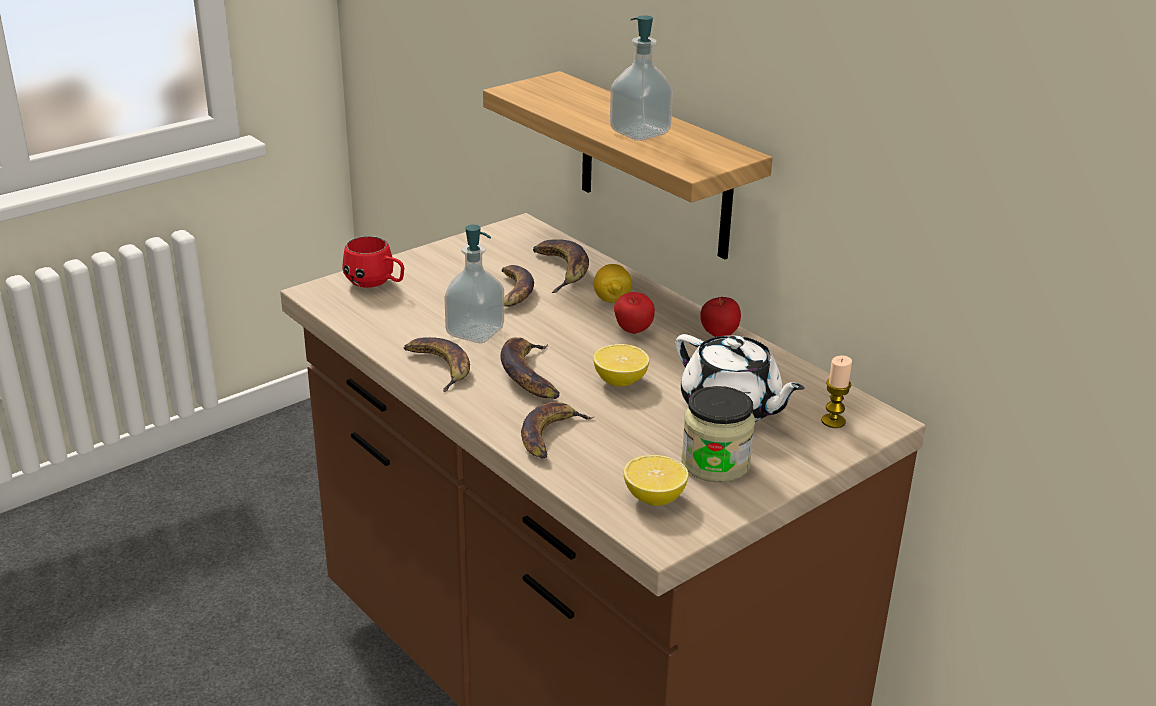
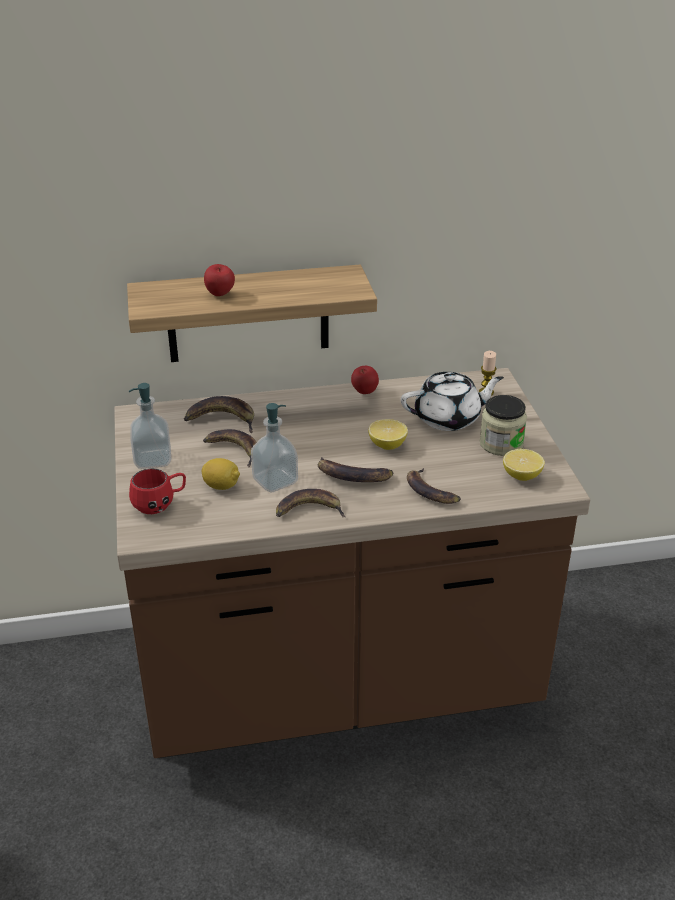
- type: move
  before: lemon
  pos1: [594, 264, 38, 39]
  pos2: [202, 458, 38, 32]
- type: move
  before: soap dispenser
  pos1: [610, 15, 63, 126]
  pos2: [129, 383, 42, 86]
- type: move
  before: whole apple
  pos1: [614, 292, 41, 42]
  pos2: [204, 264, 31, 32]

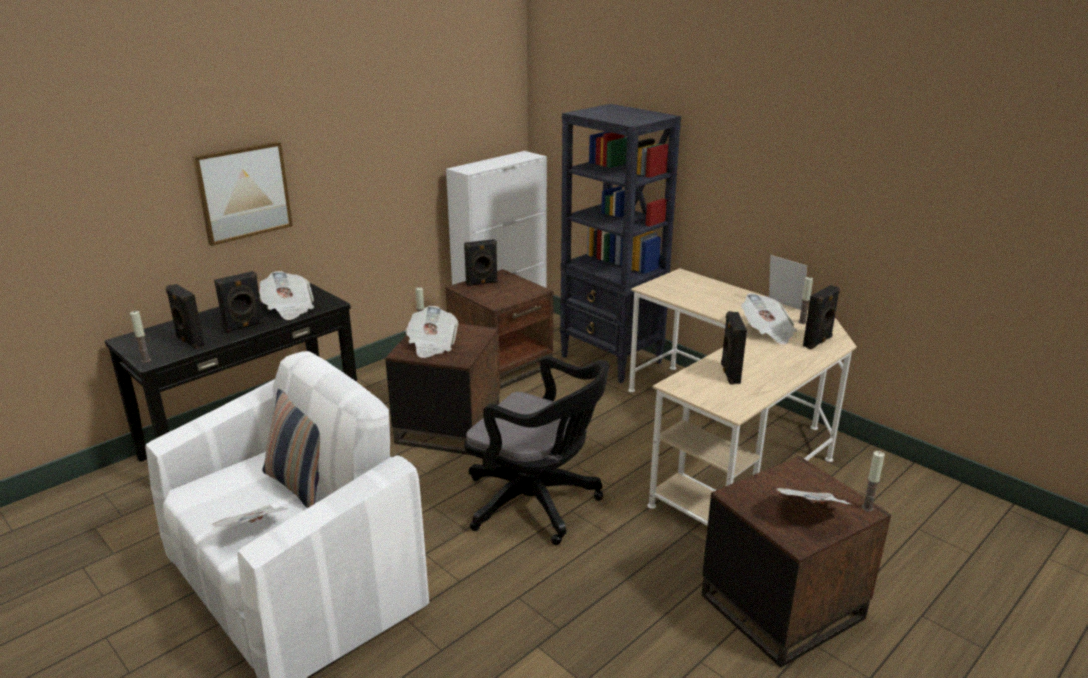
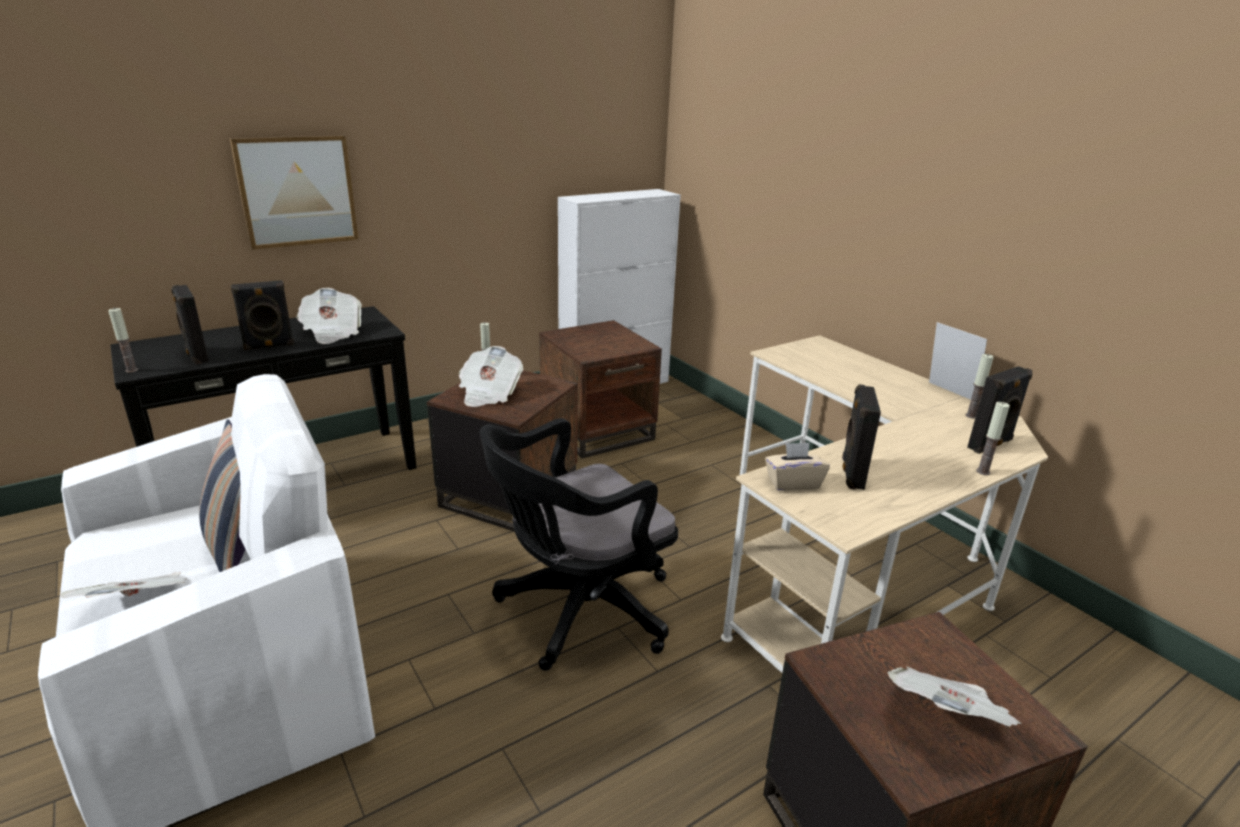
- type: delete
  before: black audio speaker
  pos1: [464, 239, 34, 47]
- type: delete
  before: black bookcase
  pos1: [560, 104, 121, 279]
- type: delete
  before: newspaper
  pos1: [742, 293, 55, 52]
- type: insert
  after: beige-coloured tissue holder
  pos2: [765, 443, 65, 48]
- type: move
  before: candle
  pos1: [862, 451, 23, 60]
  pos2: [976, 402, 34, 73]
- type: rotate
  before: black office chair
  pos1: [464, 356, 145, 189]
  pos2: [480, 418, 198, 253]
  turn: 105

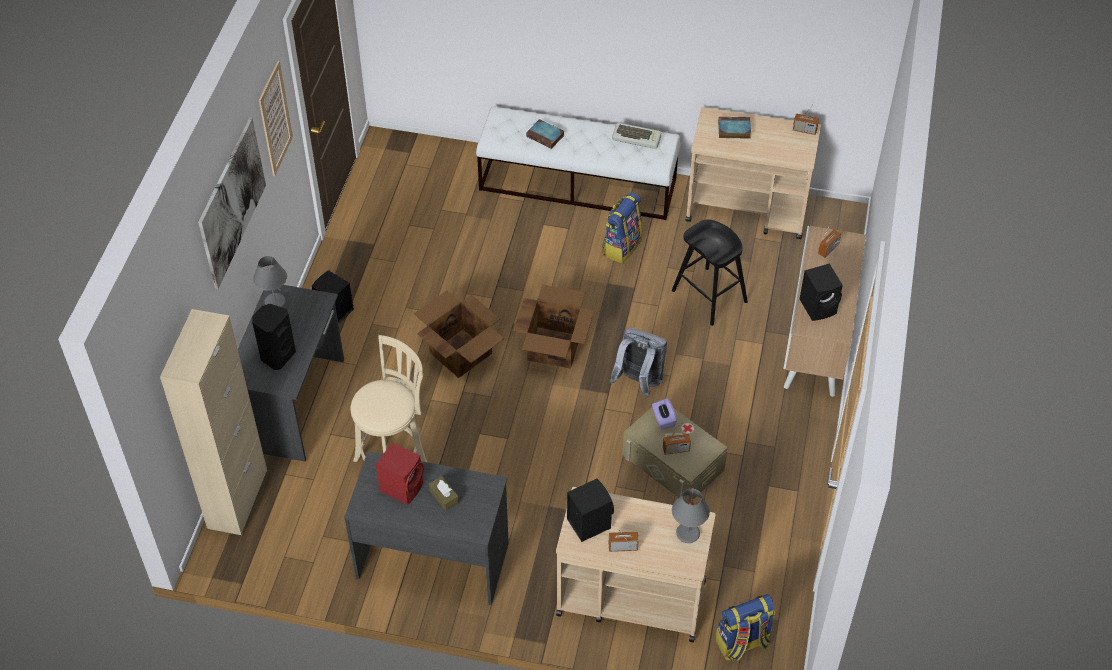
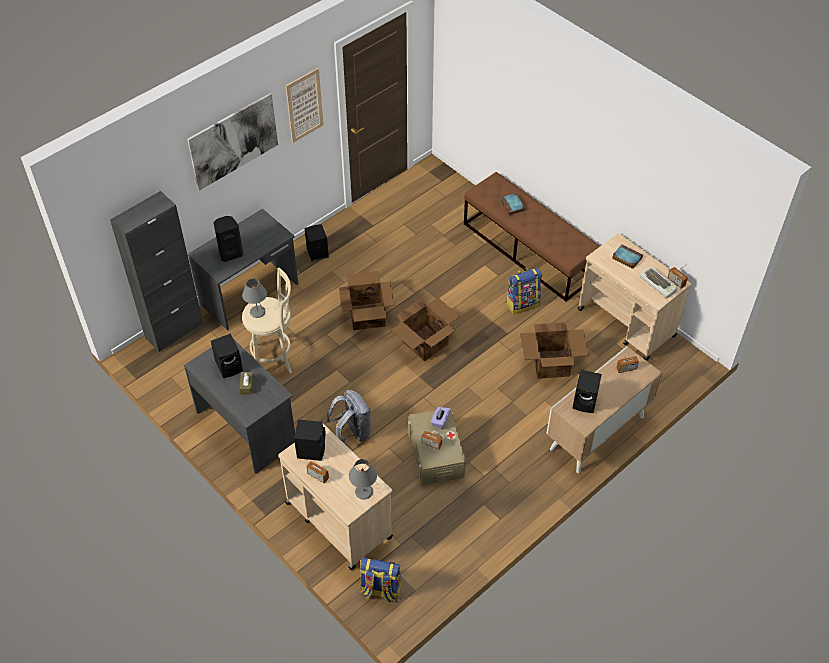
- type: move
  before: gray lamp for a table
  pos1: [253, 256, 34, 51]
  pos2: [242, 278, 25, 40]
- type: move
  before: gray rucksack
  pos1: [610, 328, 57, 69]
  pos2: [326, 390, 45, 53]
- type: move
  before: PC keyboard
  pos1: [612, 123, 49, 26]
  pos2: [640, 266, 37, 32]
- type: replace
  before: black stool
  after: packing box
  pos1: [672, 219, 76, 107]
  pos2: [520, 322, 69, 57]
- type: recolor
  before: beige-coloured cupboard
  after: black cupboard
  pos1: [160, 309, 107, 226]
  pos2: [110, 191, 93, 161]
- type: recolor
  before: red-coloured audio speaker
  after: black audio speaker
  pos1: [376, 443, 48, 62]
  pos2: [211, 333, 32, 45]
- type: recolor
  before: white-coloured bench
  after: brown bench
  pos1: [476, 106, 204, 114]
  pos2: [464, 172, 136, 130]

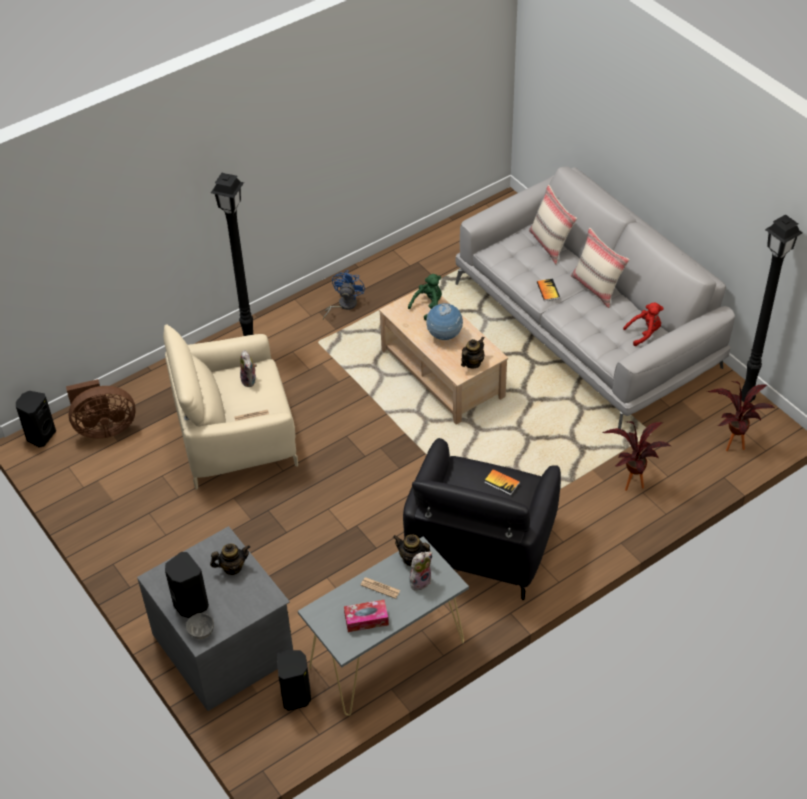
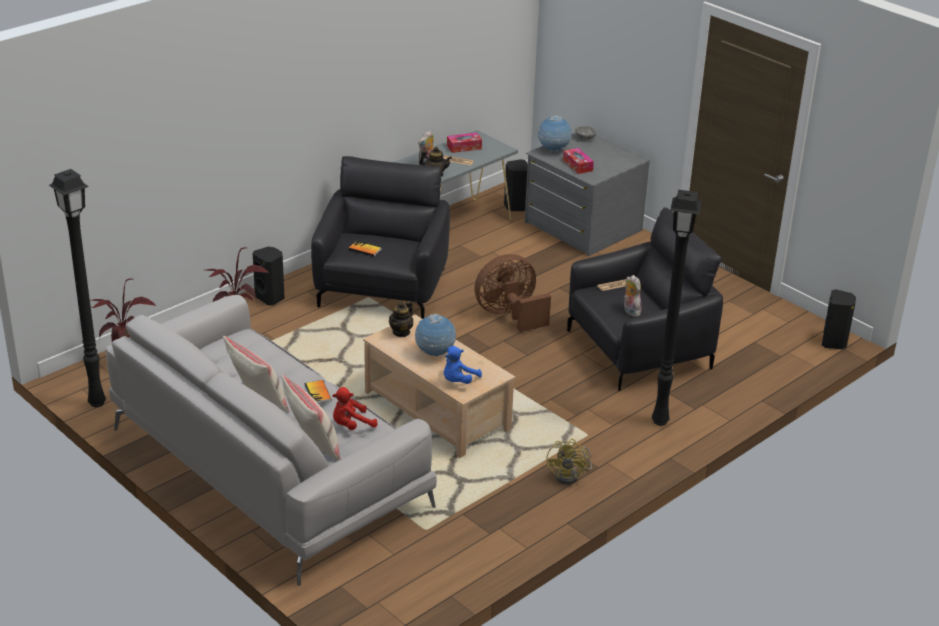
- type: insert
  after: desk globe
  pos2: [538, 115, 34, 37]
- type: move
  before: brown electric fan
  pos1: [66, 379, 70, 60]
  pos2: [474, 254, 77, 78]
- type: move
  before: black audio speaker
  pos1: [165, 552, 44, 66]
  pos2: [253, 247, 32, 58]
- type: move
  before: red-coloured plush toy
  pos1: [623, 303, 40, 43]
  pos2: [332, 387, 45, 43]
- type: replace
  before: pot for tea
  after: tissue holder
  pos1: [210, 544, 40, 31]
  pos2: [563, 148, 31, 26]
- type: recolor
  before: beige-coloured armchair
  after: black armchair
  pos1: [163, 324, 135, 166]
  pos2: [567, 207, 156, 184]
- type: recolor
  before: bluish electric fan
  after: yellow-coloured electric fan
  pos1: [323, 270, 42, 50]
  pos2: [547, 439, 45, 46]
- type: recolor
  before: greenish plush toy
  after: bluish plush toy
  pos1: [408, 274, 34, 47]
  pos2: [444, 346, 38, 38]

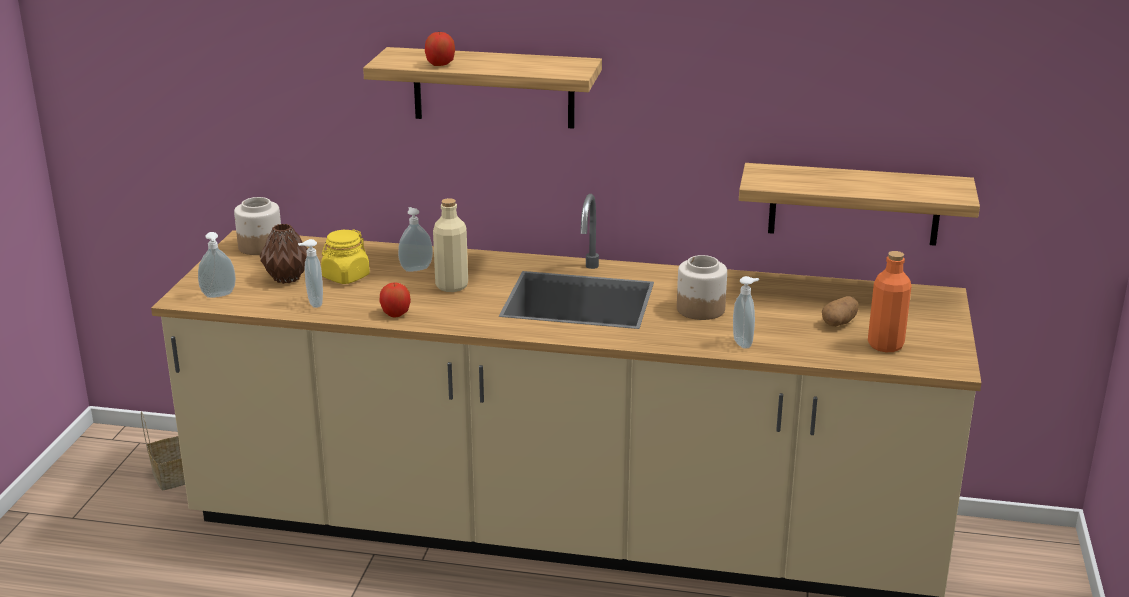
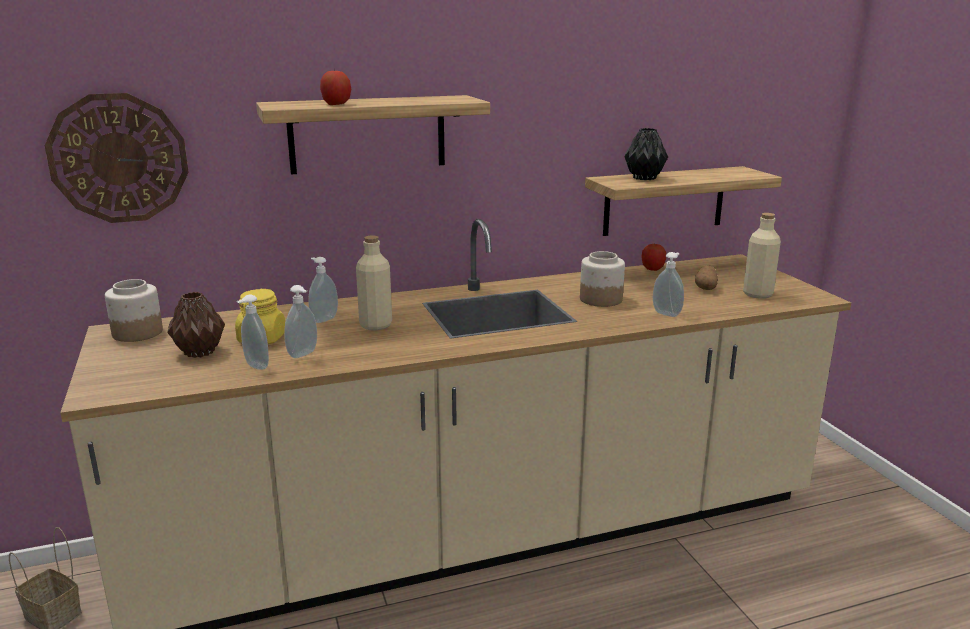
- type: insert
  after: clock on the wall
  pos2: [45, 93, 144, 130]
- type: insert
  after: black vase
  pos2: [624, 128, 44, 52]
- type: move
  before: soap dispenser
  pos1: [198, 232, 38, 66]
  pos2: [284, 285, 33, 73]
- type: move
  before: whole apple
  pos1: [379, 282, 32, 35]
  pos2: [641, 244, 25, 27]
- type: recolor
  before: orangey drink bottle
  after: beige-coloured drink bottle
  pos1: [868, 251, 44, 101]
  pos2: [743, 213, 38, 86]

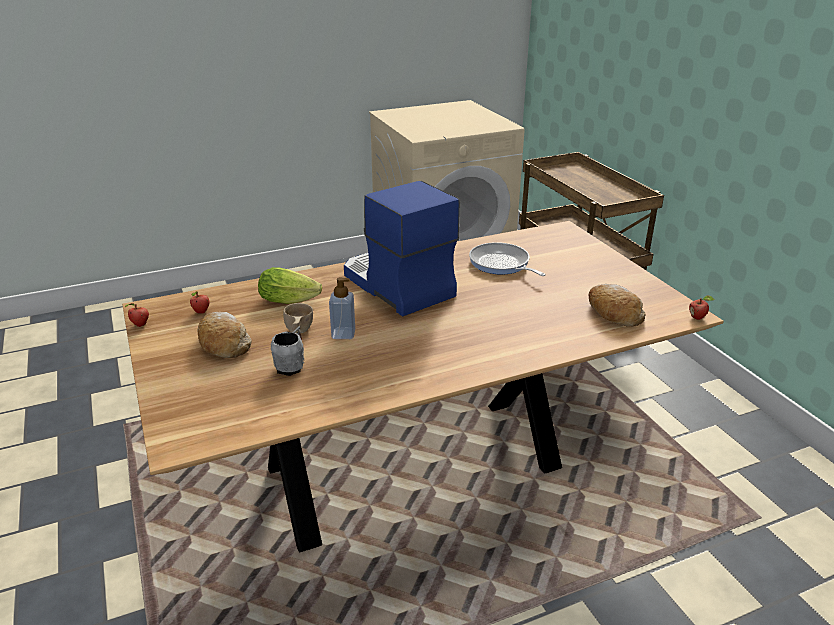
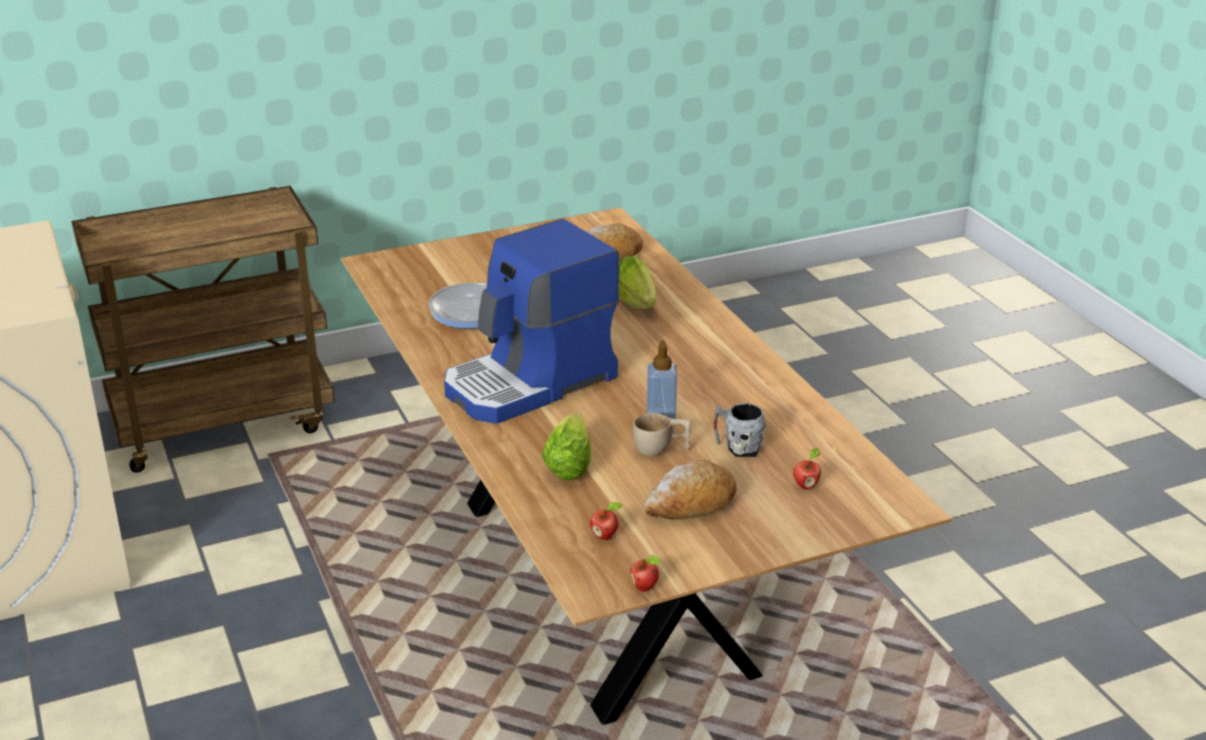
- type: insert
  after: lettuce
  pos2: [619, 256, 37, 53]
- type: move
  before: whole apple
  pos1: [689, 295, 25, 25]
  pos2: [793, 448, 28, 42]

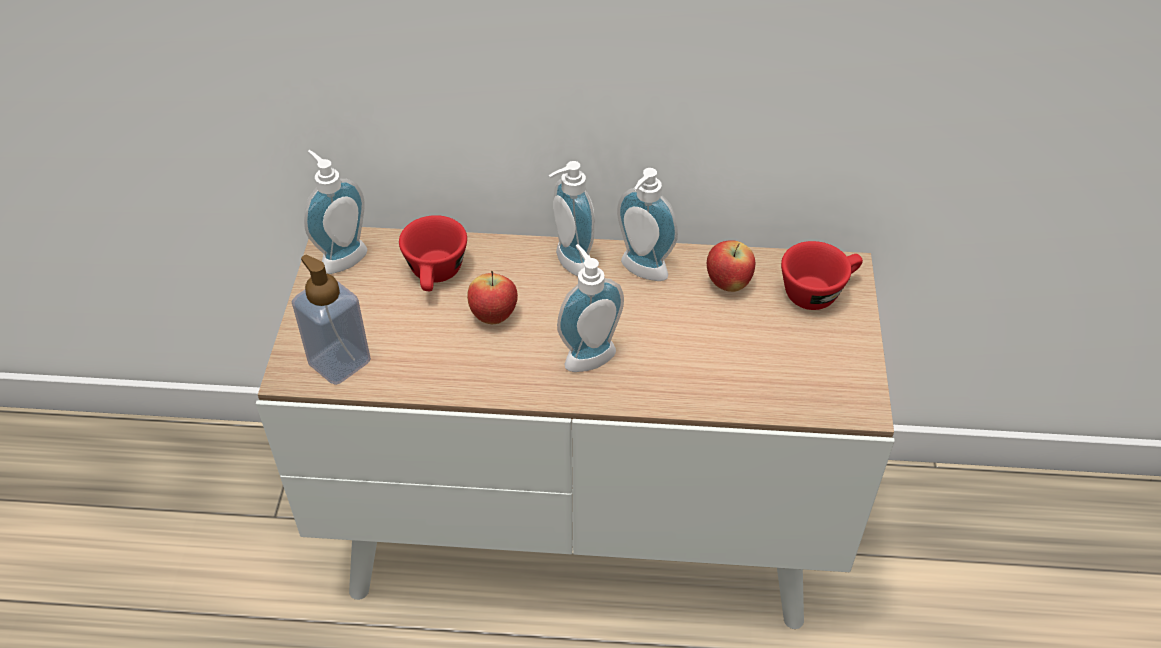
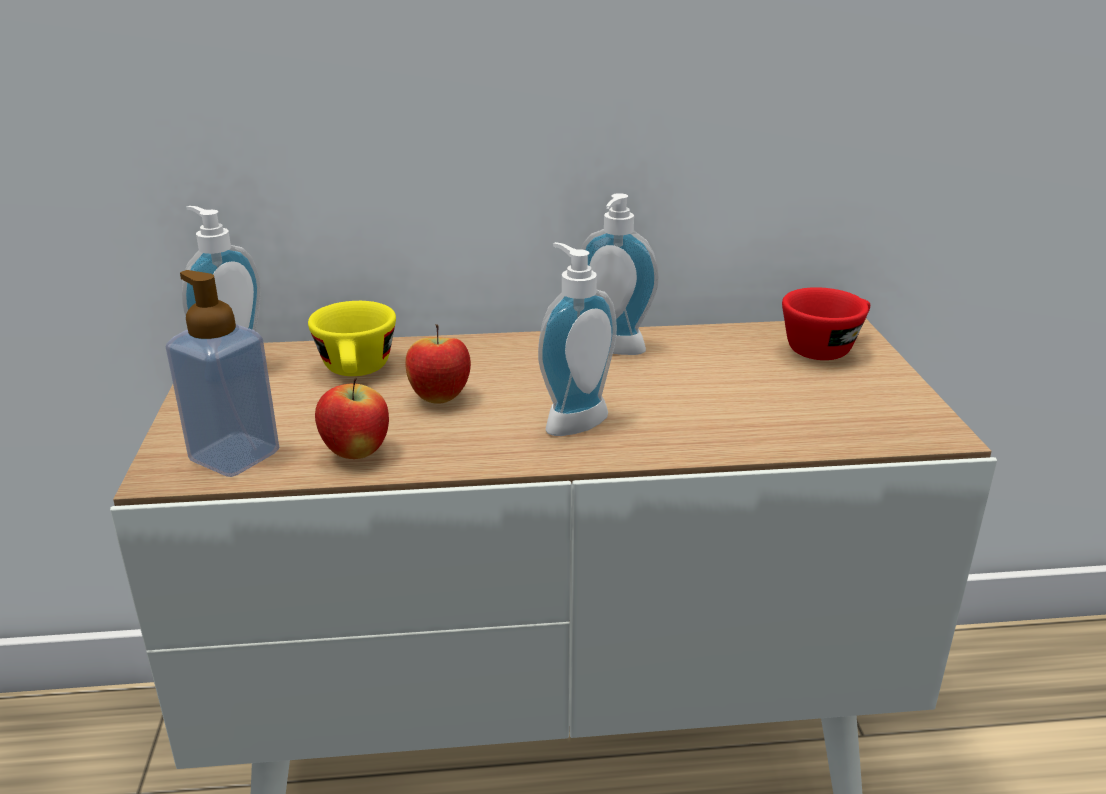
- type: delete
  before: soap dispenser
  pos1: [548, 161, 47, 116]
- type: move
  before: whole apple
  pos1: [707, 240, 48, 52]
  pos2: [315, 378, 74, 81]
- type: recolor
  before: red-coloured small cup
  after: yellow-coloured small cup
  pos1: [399, 215, 68, 76]
  pos2: [308, 301, 88, 75]

